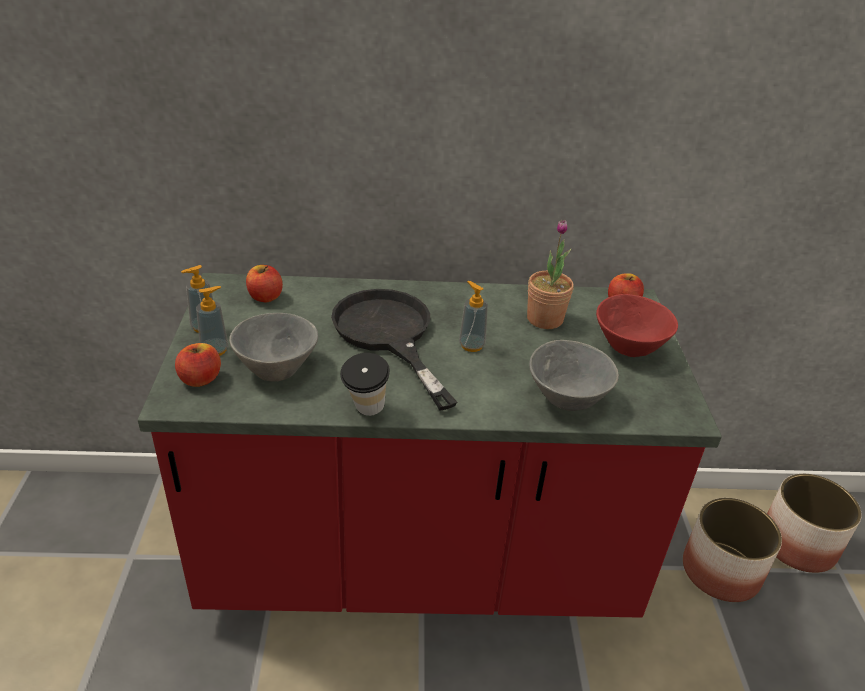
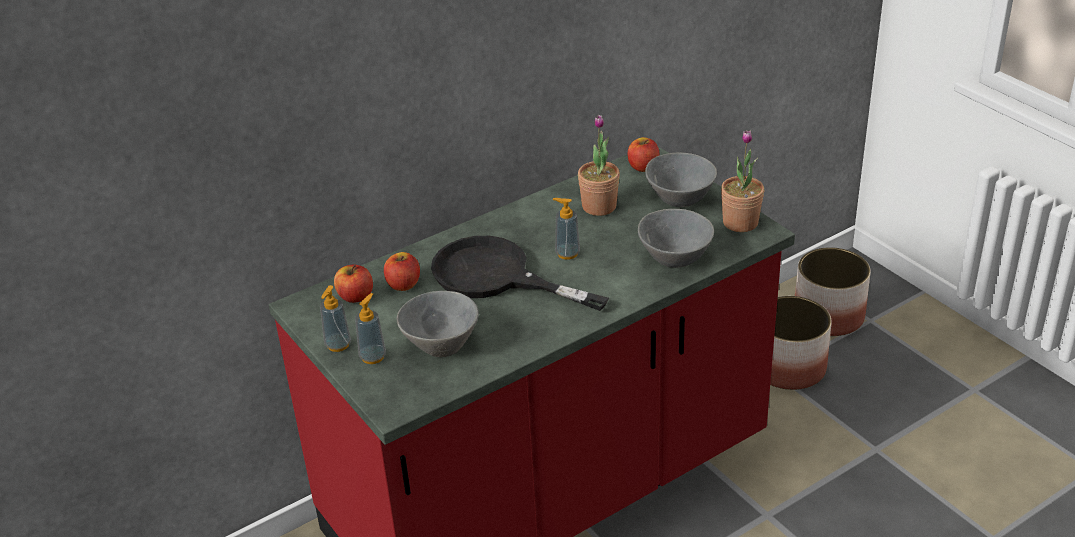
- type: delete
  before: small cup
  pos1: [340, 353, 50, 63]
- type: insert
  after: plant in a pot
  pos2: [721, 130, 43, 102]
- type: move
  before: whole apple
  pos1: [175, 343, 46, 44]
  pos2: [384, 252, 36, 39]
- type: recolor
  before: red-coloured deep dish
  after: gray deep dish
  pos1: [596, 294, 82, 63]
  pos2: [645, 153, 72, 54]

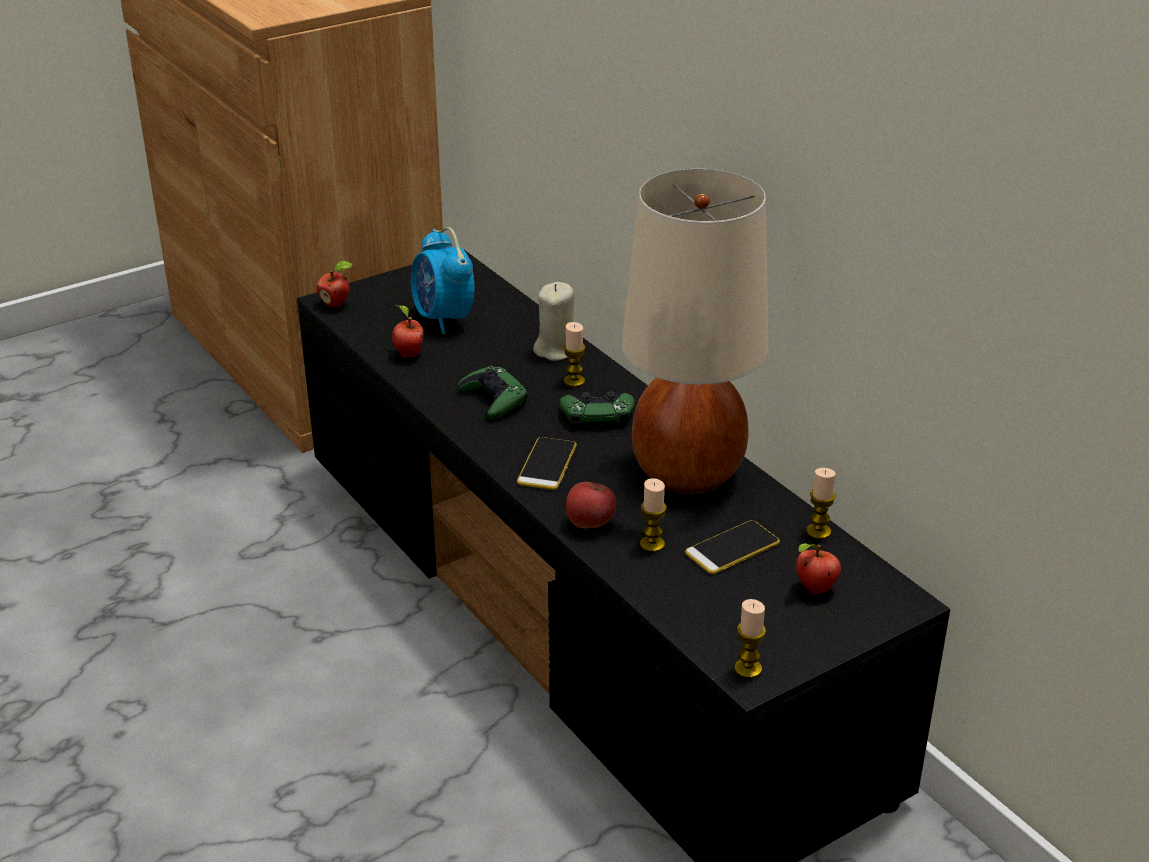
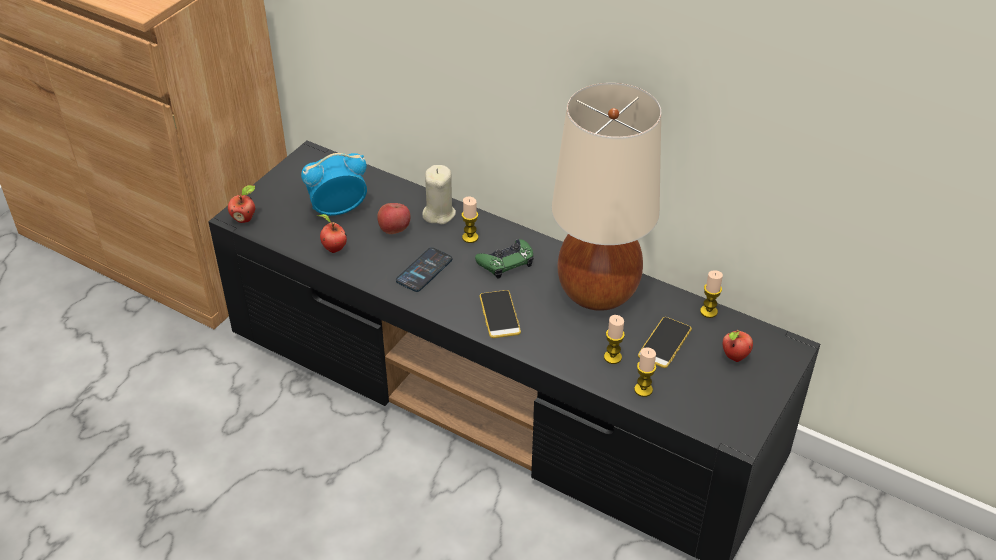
- type: move
  before: whole apple
  pos1: [566, 482, 50, 46]
  pos2: [377, 203, 33, 31]
- type: move
  before: candle
  pos1: [734, 599, 32, 80]
  pos2: [634, 347, 22, 50]
- type: replace
  before: greenish gamepad
  after: handset
  pos1: [458, 366, 69, 53]
  pos2: [396, 247, 56, 45]
- type: rotate
  before: alarm clock
  pos1: [411, 227, 63, 107]
  pos2: [301, 153, 66, 63]
  turn: 120

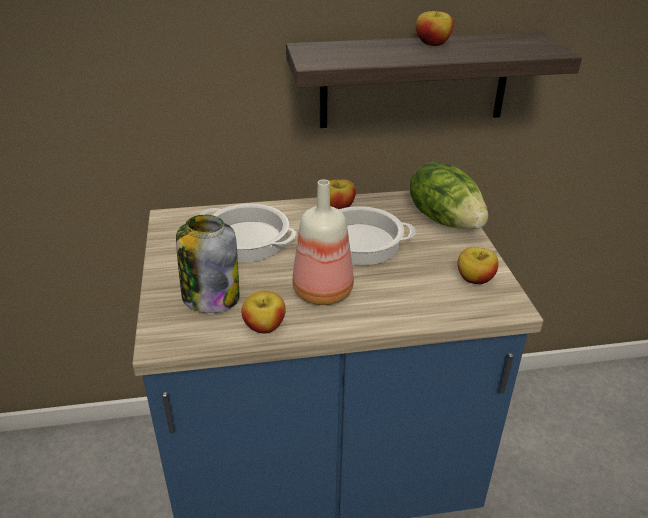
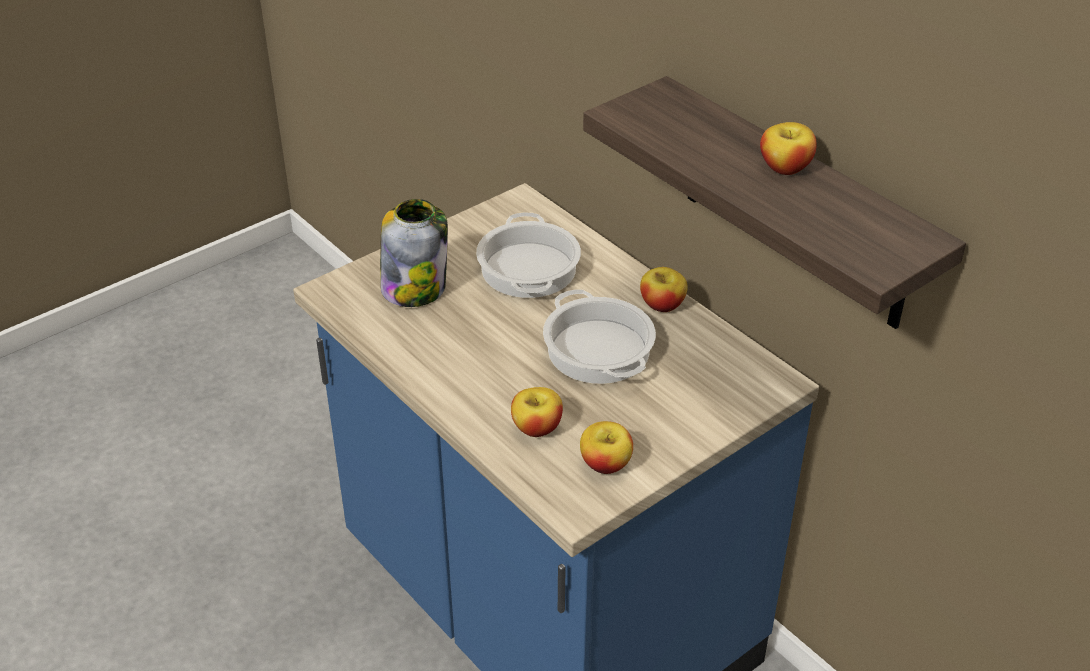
- type: delete
  before: drink bottle
  pos1: [293, 179, 61, 126]
- type: delete
  before: lettuce
  pos1: [410, 162, 78, 68]
- type: move
  before: whole apple
  pos1: [241, 291, 45, 42]
  pos2: [511, 387, 52, 50]

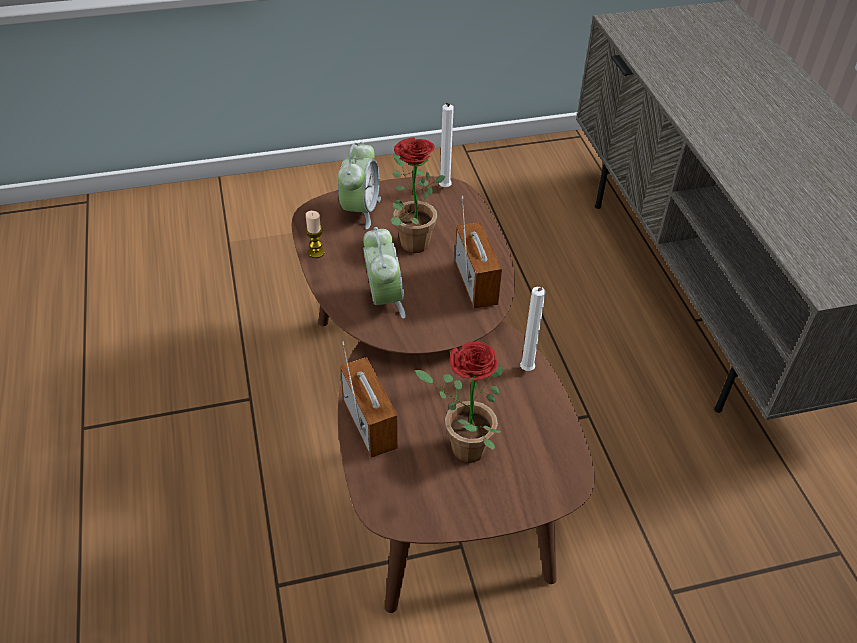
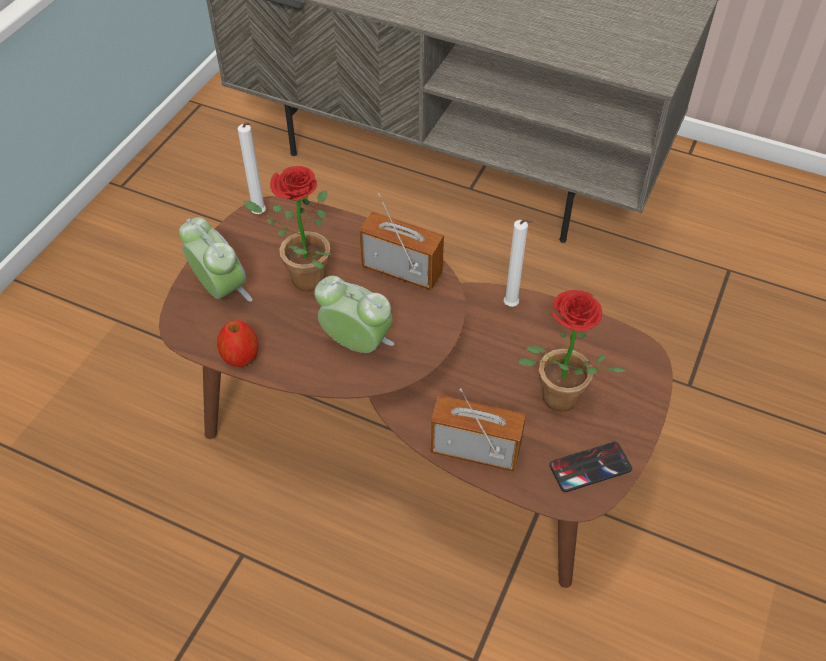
- type: insert
  after: handset
  pos2: [549, 442, 83, 50]
- type: replace
  before: candle
  after: whole apple
  pos1: [305, 211, 20, 47]
  pos2: [217, 320, 42, 47]

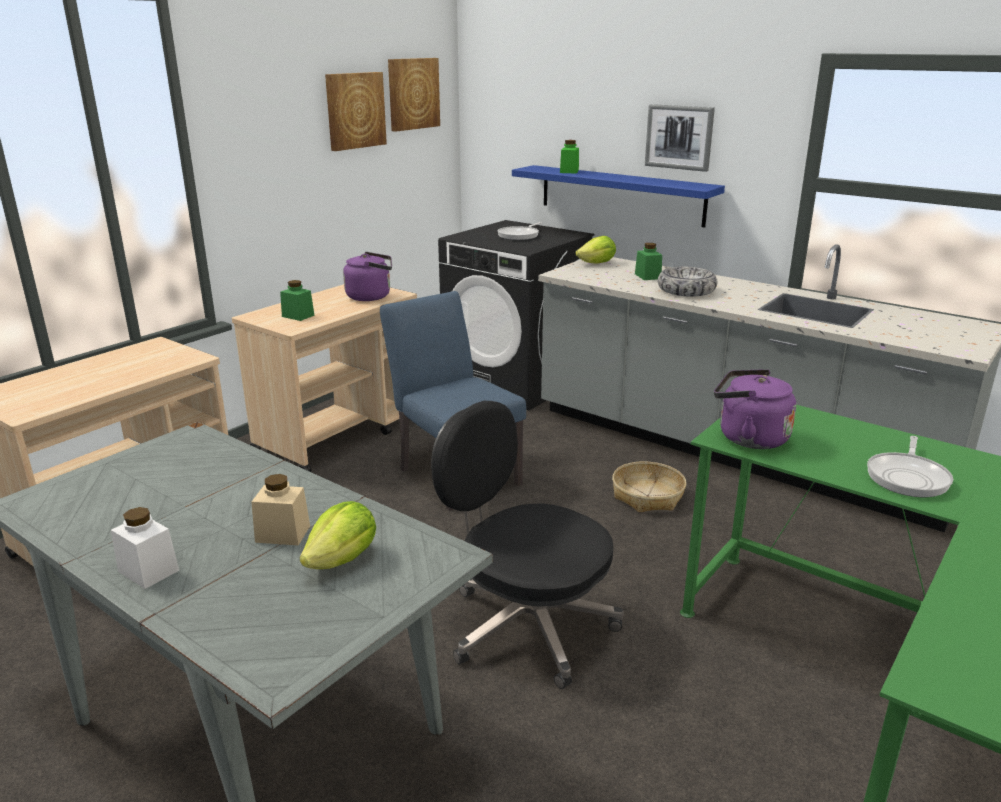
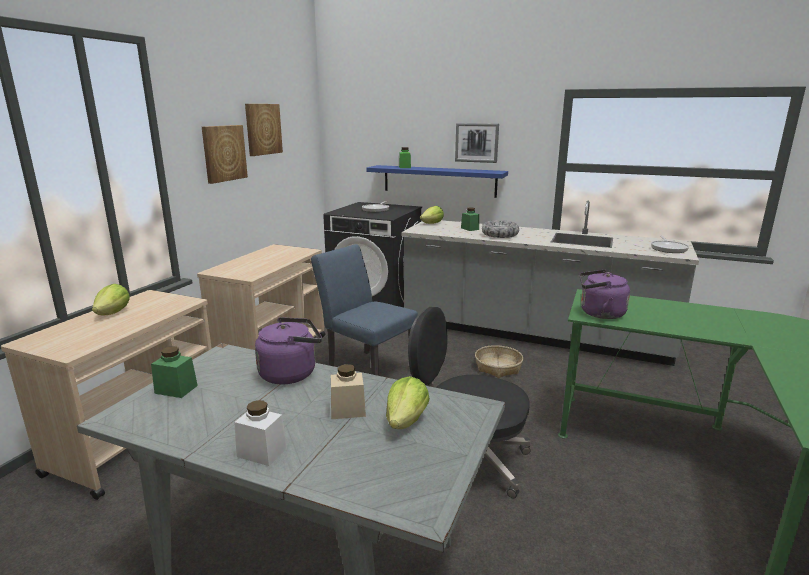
- type: insert
  after: lettuce
  pos2: [92, 284, 38, 31]
- type: move
  before: greenish jar
  pos1: [280, 280, 35, 41]
  pos2: [151, 346, 47, 52]
- type: move
  before: purple water kettle
  pos1: [343, 252, 49, 49]
  pos2: [255, 317, 67, 67]
- type: move
  before: wall picture
  pos1: [388, 58, 52, 74]
  pos2: [202, 125, 46, 59]
- type: move
  before: frying pan
  pos1: [867, 436, 86, 61]
  pos2: [651, 236, 38, 17]

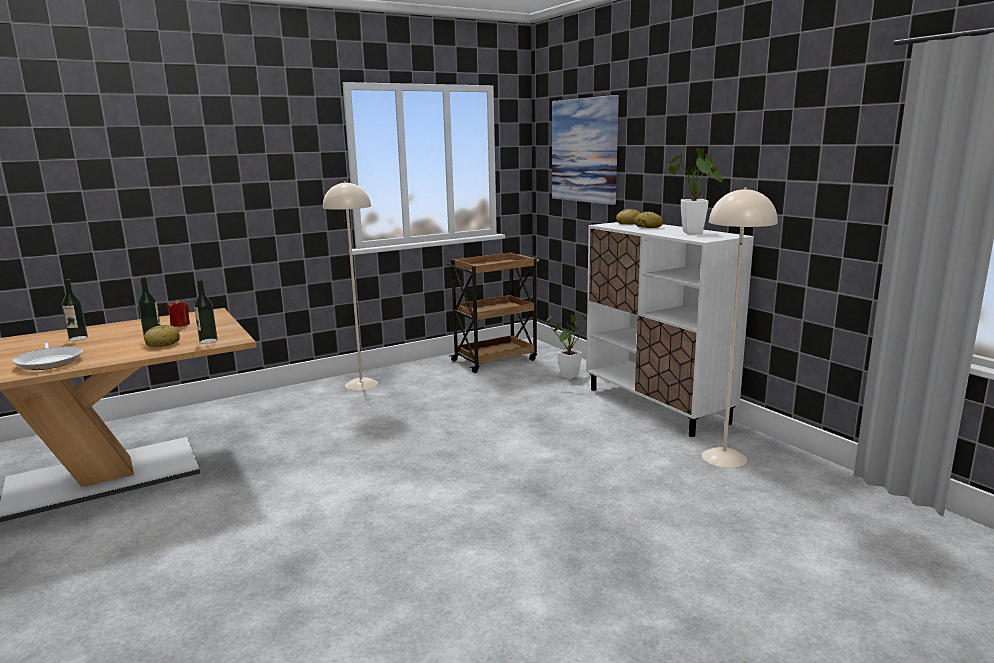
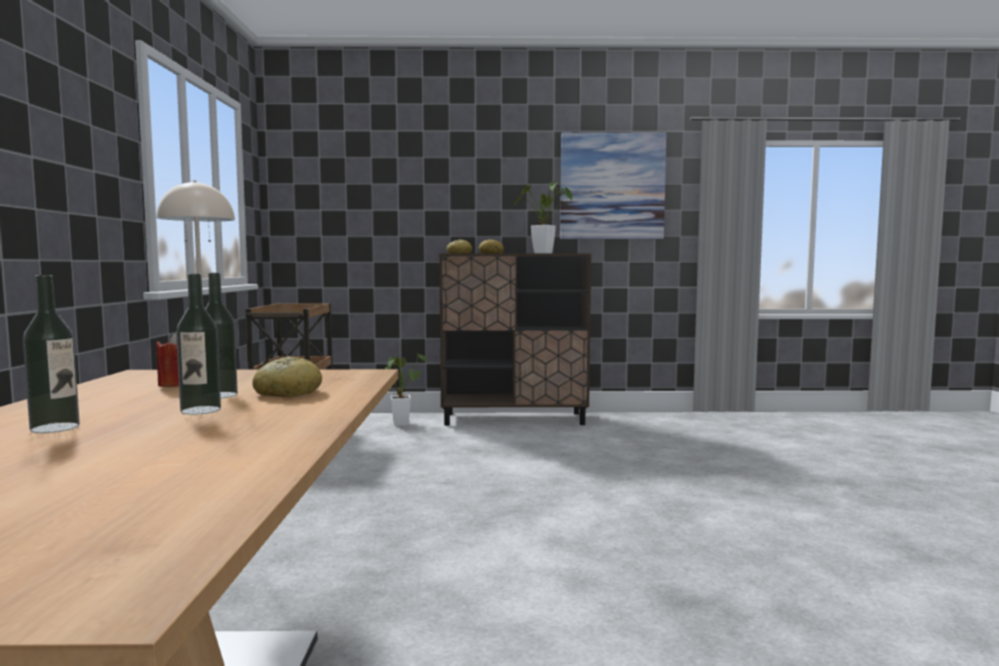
- type: delete
  before: frying pan
  pos1: [13, 342, 70, 28]
- type: delete
  before: beige-coloured standard lamp
  pos1: [702, 187, 76, 281]
- type: move
  before: drink bottle
  pos1: [194, 280, 24, 64]
  pos2: [176, 274, 45, 141]
- type: move
  before: wall picture
  pos1: [552, 95, 67, 110]
  pos2: [560, 133, 107, 106]
- type: recolor
  before: white-coloured cupboard
  after: brown cupboard
  pos1: [586, 222, 168, 215]
  pos2: [439, 253, 152, 173]

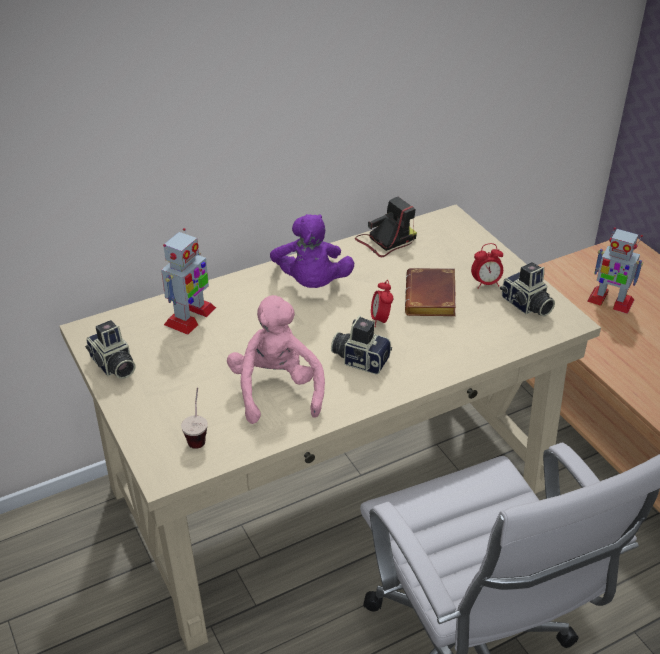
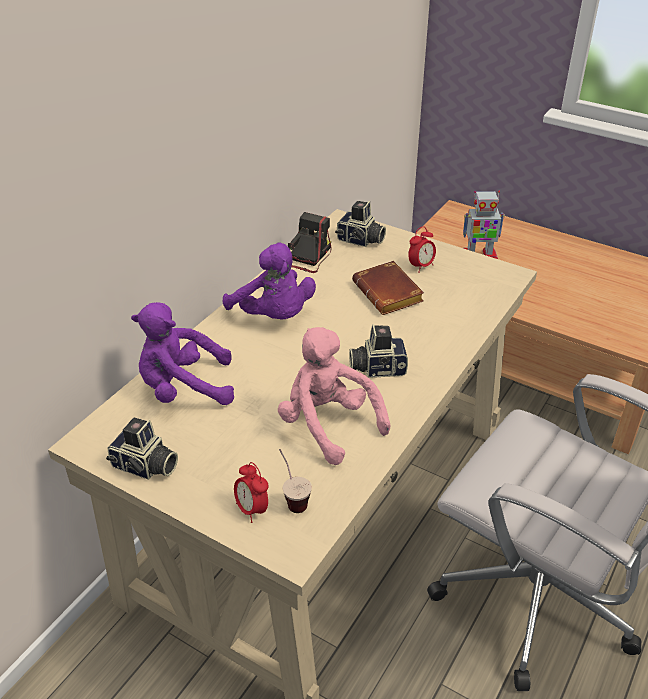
- type: move
  before: alarm clock
  pos1: [371, 280, 22, 47]
  pos2: [234, 462, 35, 61]
- type: move
  before: still camera
  pos1: [500, 262, 55, 54]
  pos2: [335, 201, 51, 46]
- type: replace
  before: robot figure
  after: purple plush toy
  pos1: [161, 228, 55, 107]
  pos2: [131, 302, 103, 103]

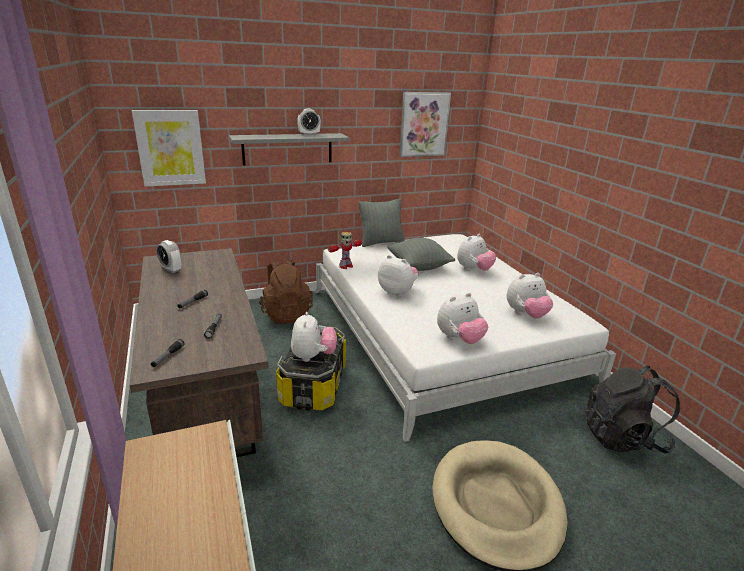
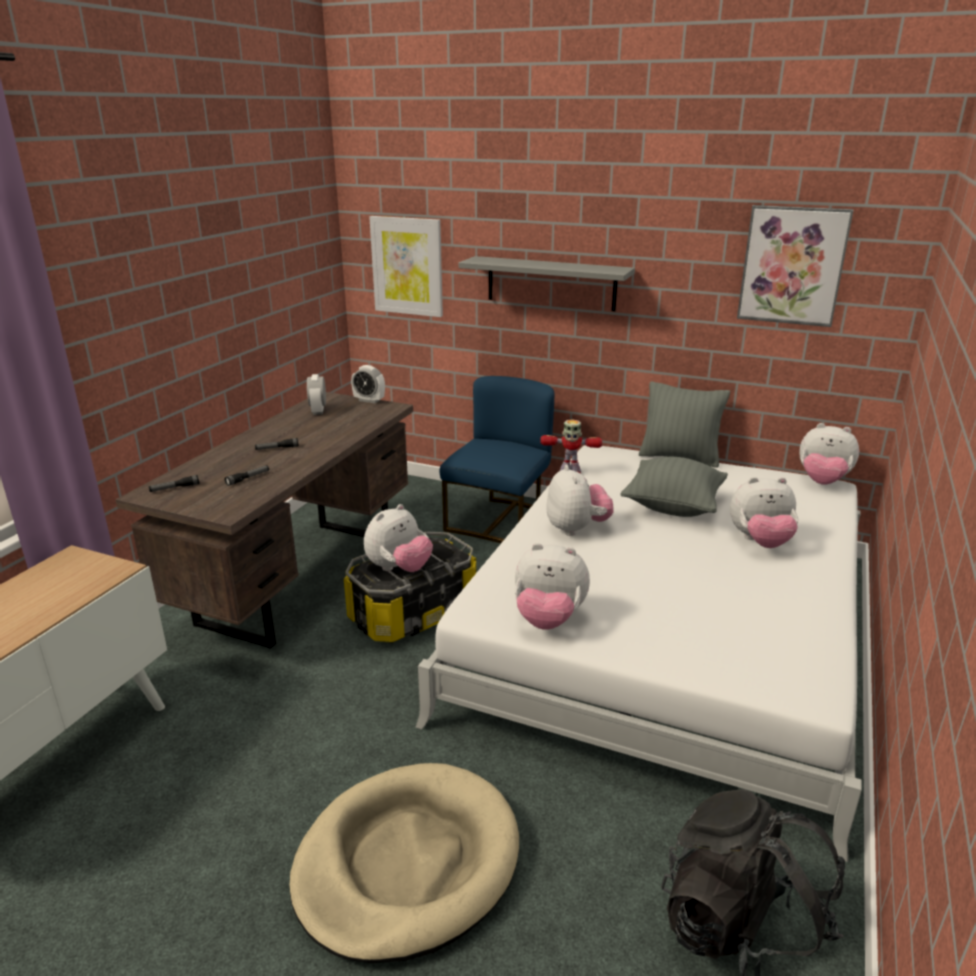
- type: move
  before: alarm clock
  pos1: [297, 109, 24, 26]
  pos2: [351, 365, 34, 38]
- type: move
  before: plush toy
  pos1: [507, 273, 46, 45]
  pos2: [799, 423, 60, 62]
- type: replace
  before: brown rucksack
  after: bluish upright chair
  pos1: [259, 259, 54, 65]
  pos2: [440, 376, 115, 167]

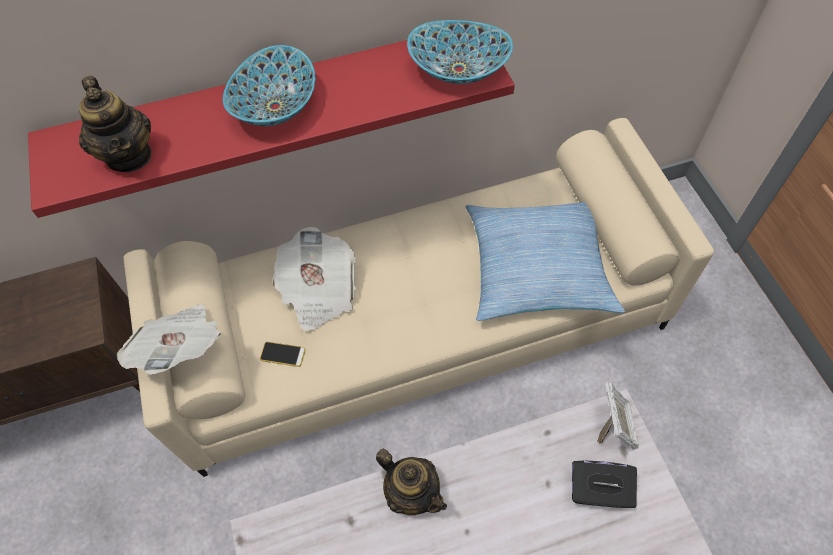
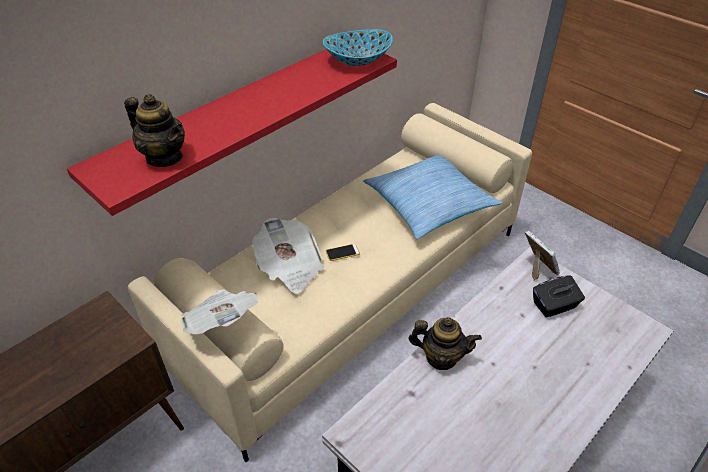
- type: delete
  before: deep dish
  pos1: [223, 45, 92, 81]
- type: move
  before: handset
  pos1: [260, 342, 46, 25]
  pos2: [326, 244, 34, 17]

